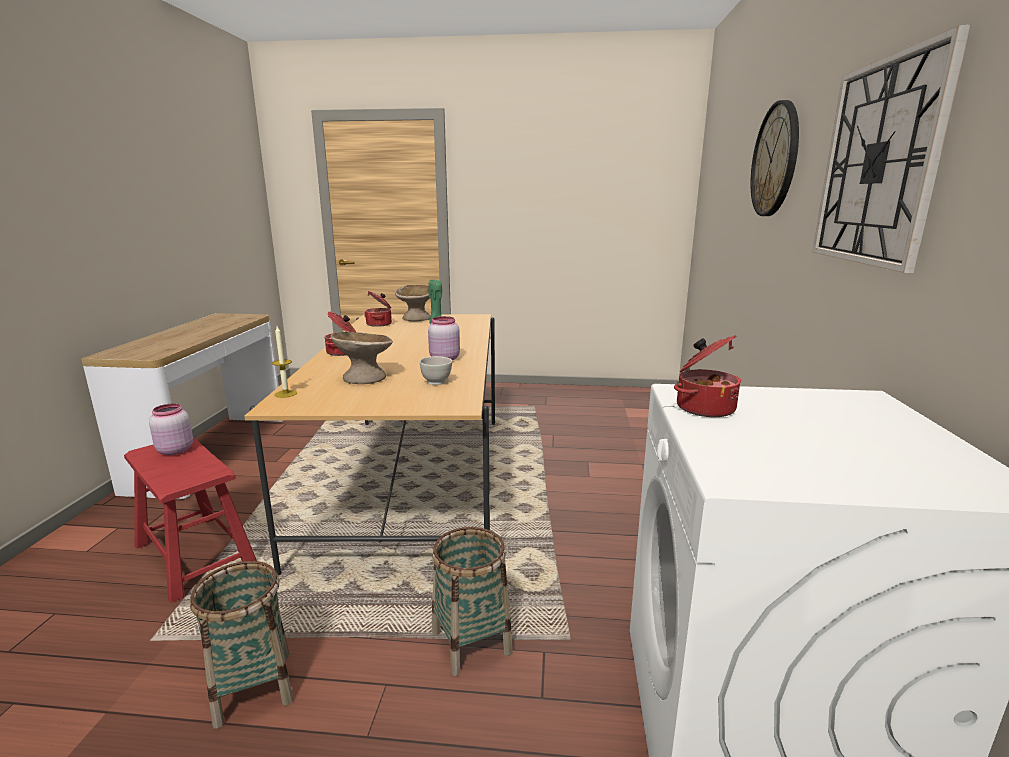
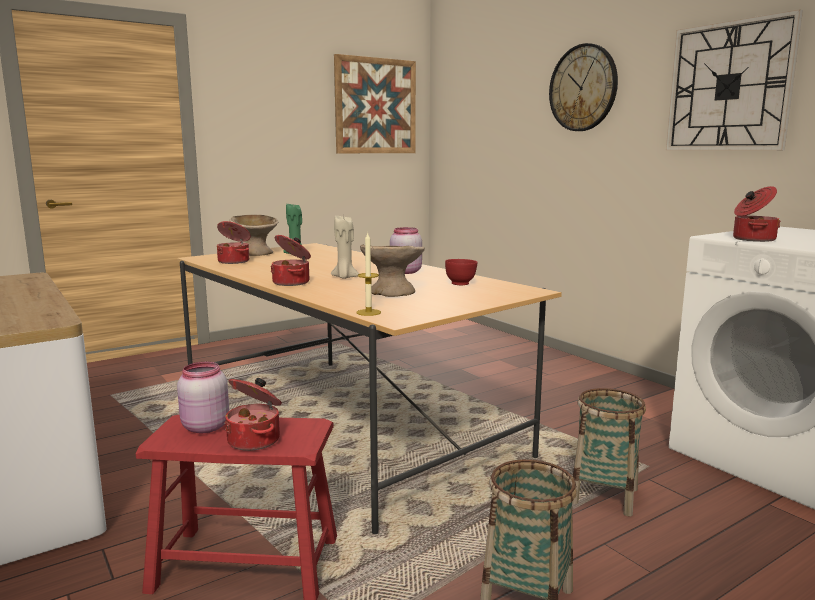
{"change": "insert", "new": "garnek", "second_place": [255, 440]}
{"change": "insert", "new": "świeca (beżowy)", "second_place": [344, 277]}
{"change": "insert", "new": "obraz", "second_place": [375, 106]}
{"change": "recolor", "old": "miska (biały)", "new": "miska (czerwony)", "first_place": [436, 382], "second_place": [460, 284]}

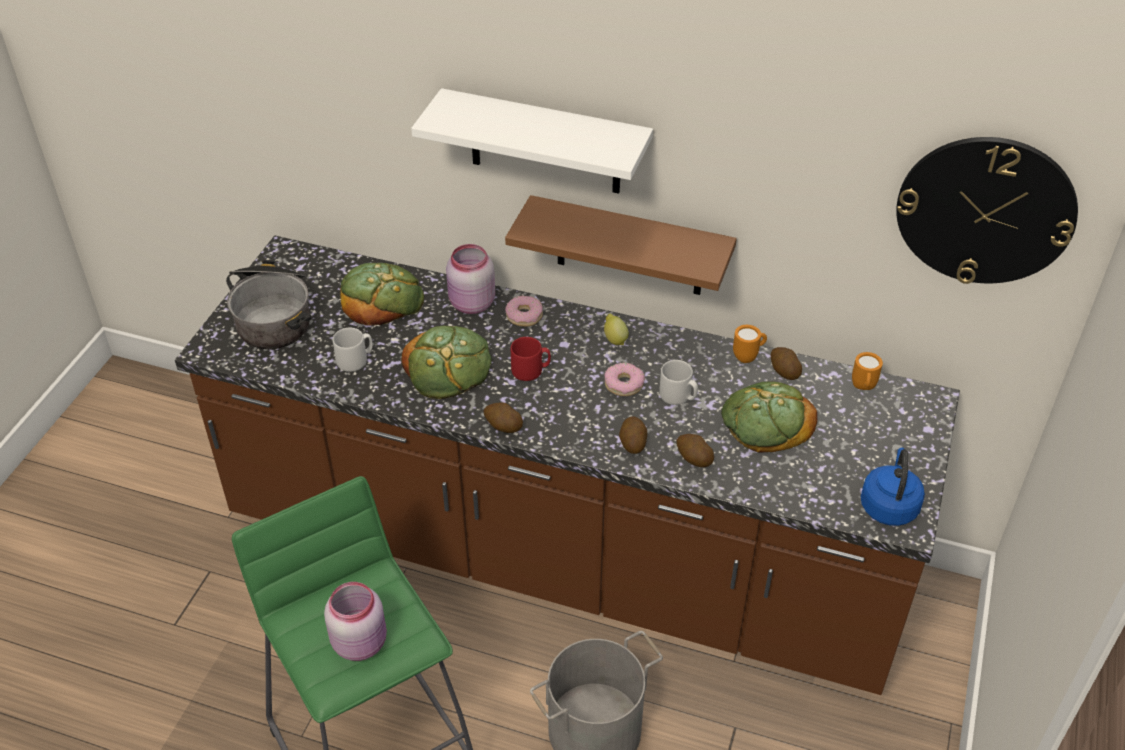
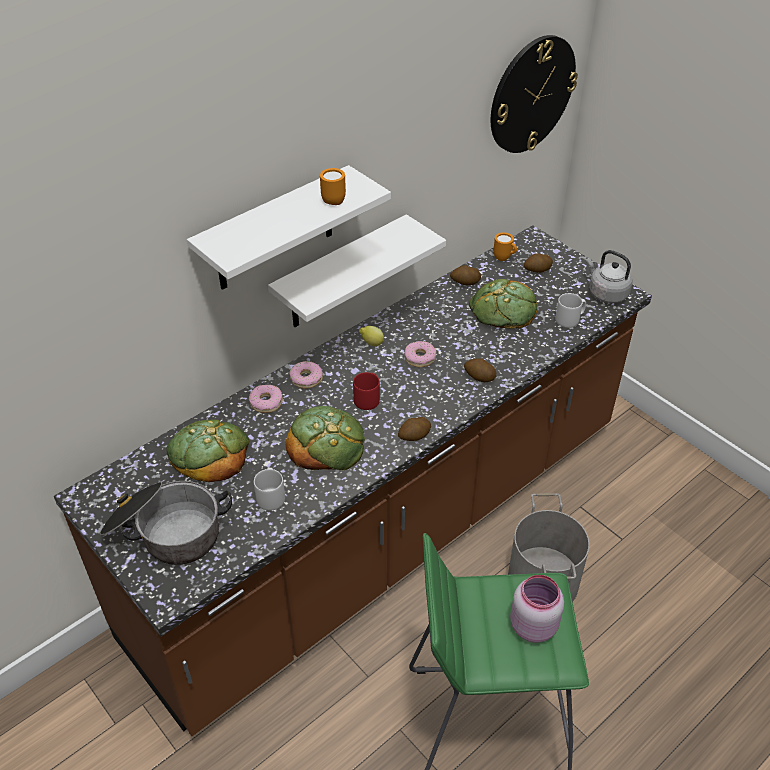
{"change": "move", "old": "kubek (szary)", "first_place": [678, 396], "second_place": [569, 319]}
{"change": "move", "old": "ziemniak", "first_place": [693, 458], "second_place": [537, 270]}
{"change": "move", "old": "kubek (pomarańczowy)", "first_place": [748, 356], "second_place": [334, 200]}
{"change": "replace", "old": "słoik (różowy)", "new": "donut", "first_place": [471, 304], "second_place": [266, 402]}
{"change": "recolor", "old": "półka (brązowy)", "new": "półka (biały)", "first_place": [630, 247], "second_place": [341, 274]}
{"change": "recolor", "old": "czajnik (niebieski)", "new": "czajnik (szary)", "first_place": [889, 505], "second_place": [606, 293]}

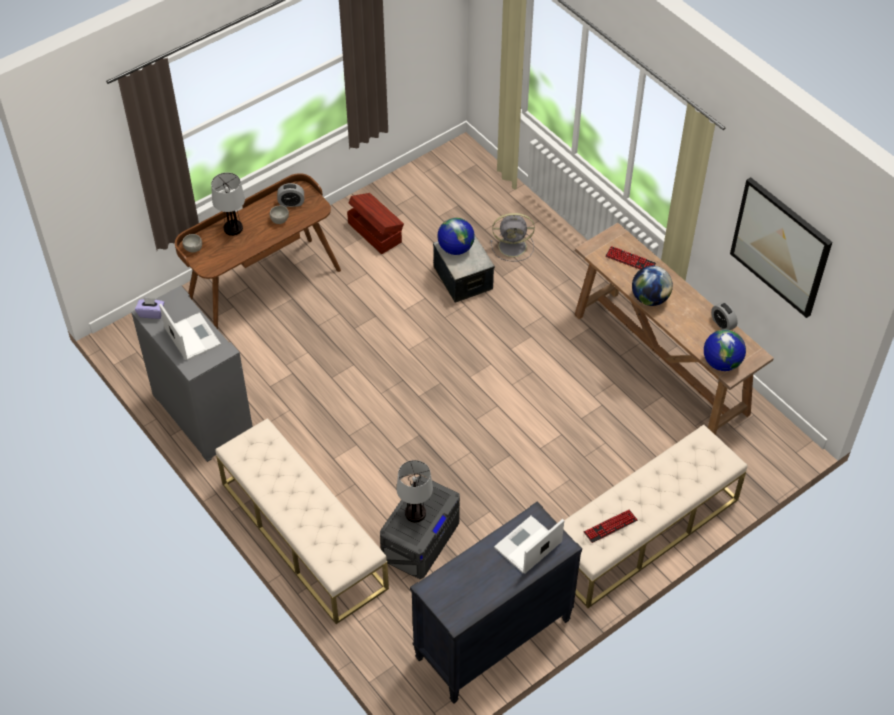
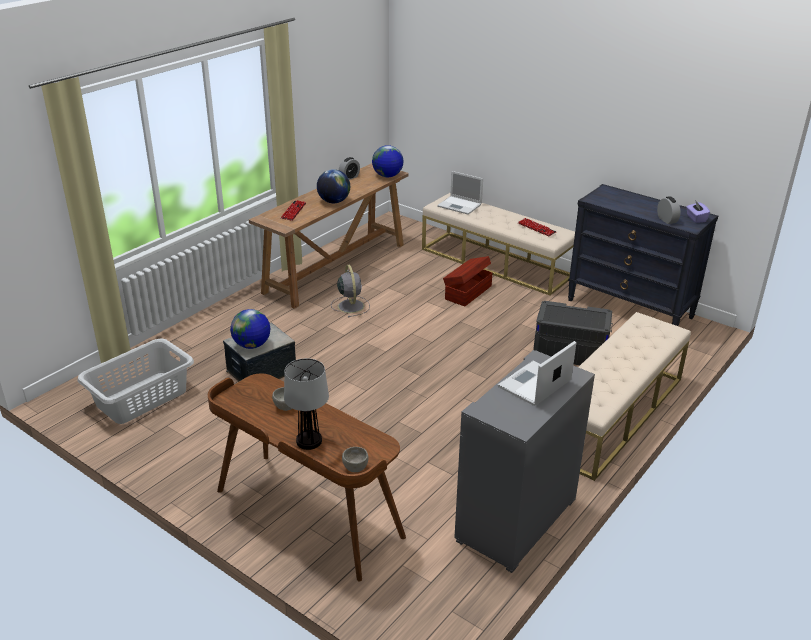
{"change": "delete", "old": "lampa stołowa", "first_place": [415, 514]}
{"change": "delete", "old": "obraz", "first_place": [780, 246]}
{"change": "insert", "new": "kosz na pranie (szary)", "second_place": [141, 398]}
{"change": "move", "old": "pudełko chusteczek (fioletowy)", "first_place": [151, 313], "second_place": [696, 218]}
{"change": "move", "old": "budzik", "first_place": [291, 203], "second_place": [666, 220]}
{"change": "move", "old": "pojemnik do przechowywania (brązowy)", "first_place": [375, 232], "second_place": [467, 292]}
{"change": "move", "old": "wentylator (szary)", "first_place": [513, 246], "second_place": [350, 305]}
{"change": "move", "old": "laptop", "first_place": [527, 546], "second_place": [460, 205]}

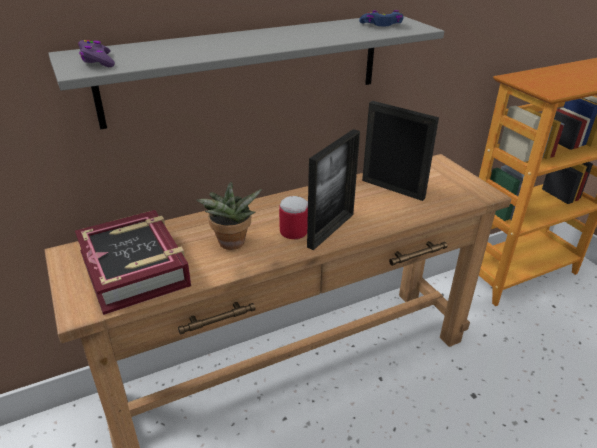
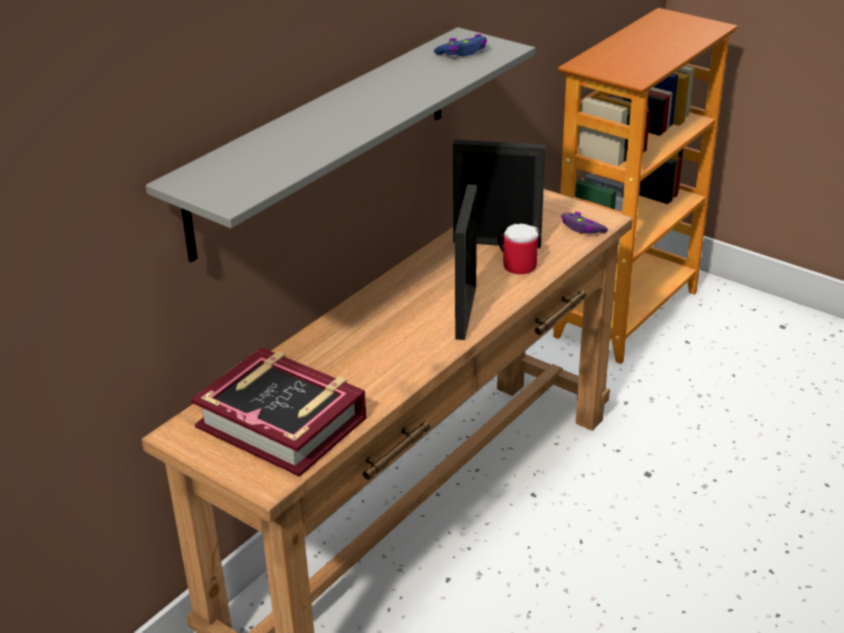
{"change": "delete", "old": "roślina doniczkowa", "first_place": [231, 245]}
{"change": "move", "old": "pad do gier (fioletowy)", "first_place": [97, 61], "second_place": [582, 229]}
{"change": "move", "old": "kubek", "first_place": [293, 229], "second_place": [516, 264]}

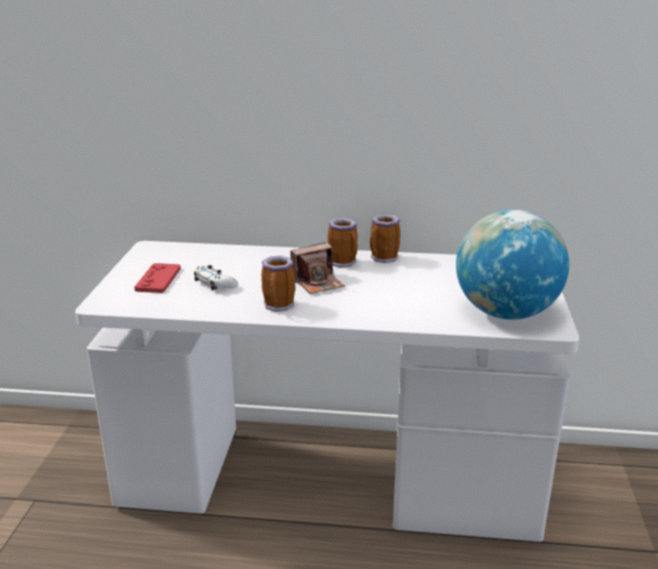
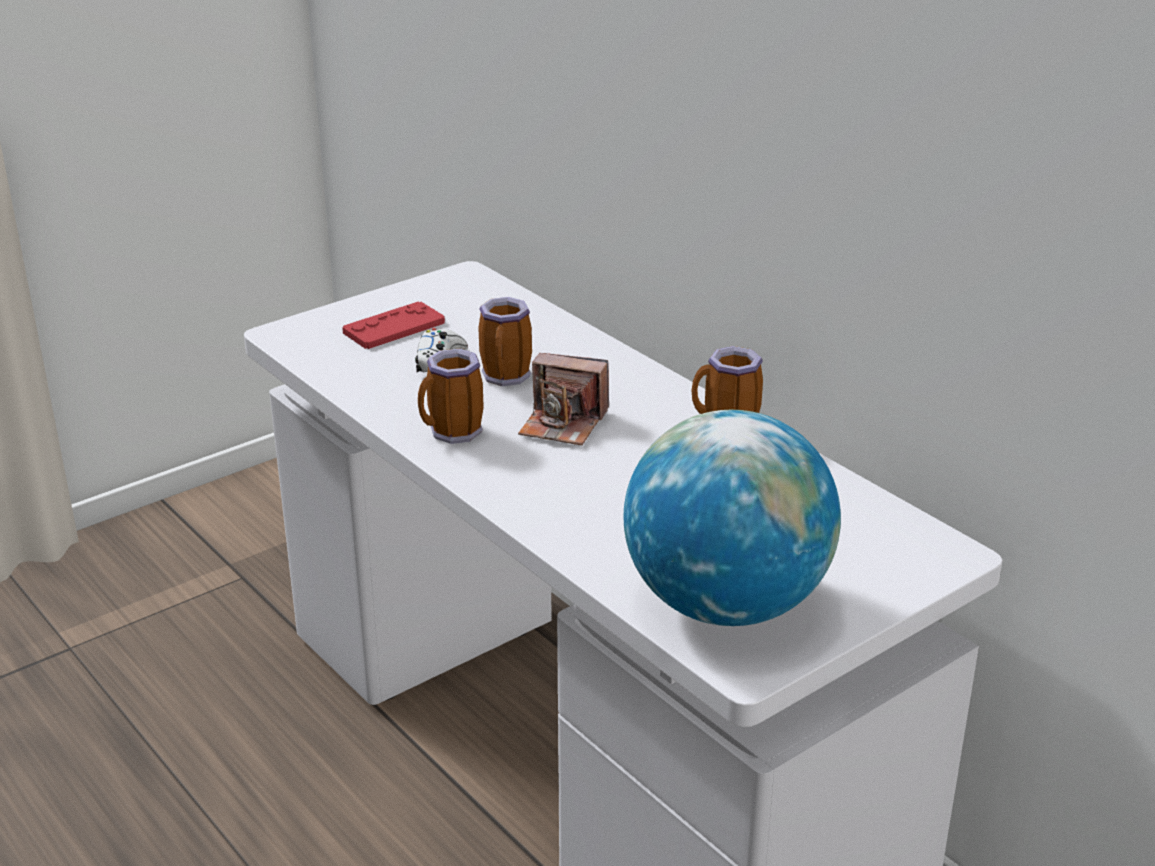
{"change": "move", "old": "kubek", "first_place": [345, 263], "second_place": [507, 378]}

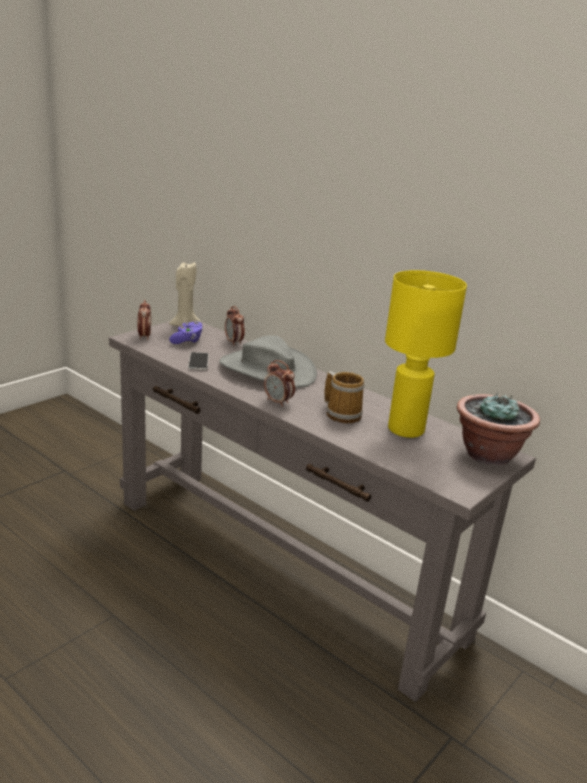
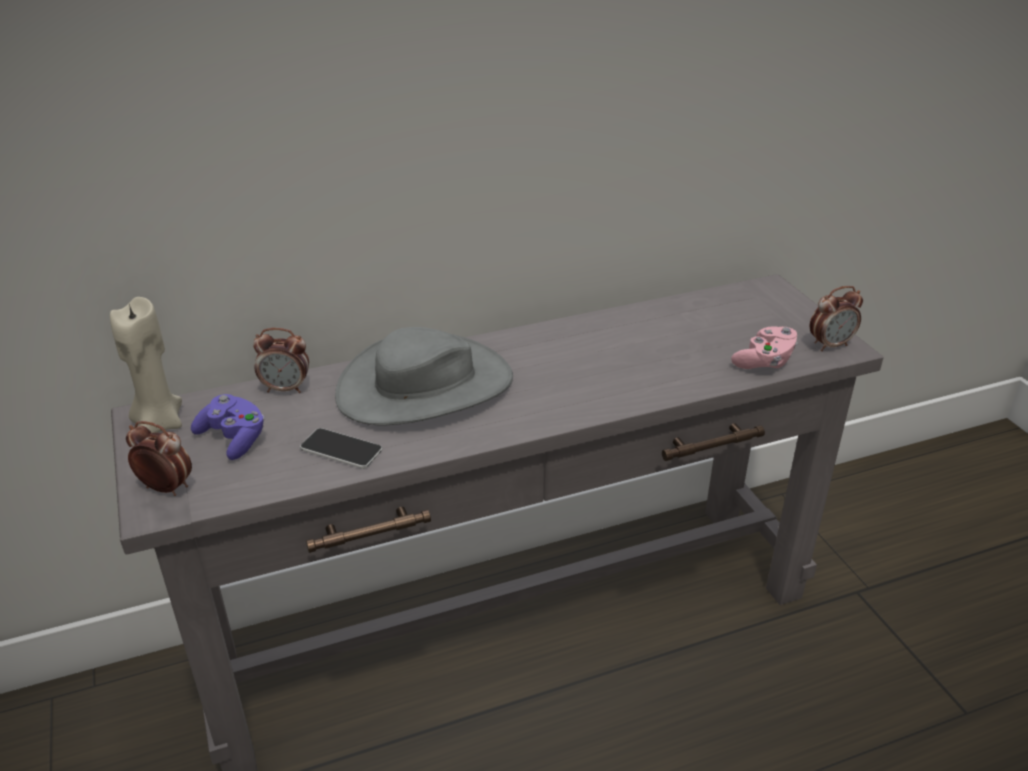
{"change": "delete", "old": "kubek", "first_place": [342, 413]}
{"change": "delete", "old": "lampa stołowa (żółty)", "first_place": [405, 429]}
{"change": "delete", "old": "roślina doniczkowa", "first_place": [488, 454]}
{"change": "insert", "new": "pad do gier (różowy)", "second_place": [764, 361]}
{"change": "move", "old": "budzik", "first_place": [278, 402], "second_place": [830, 345]}

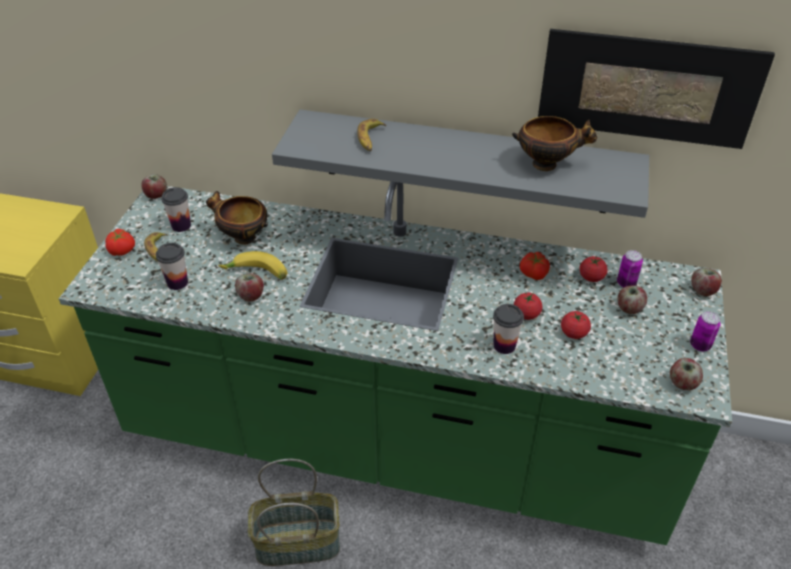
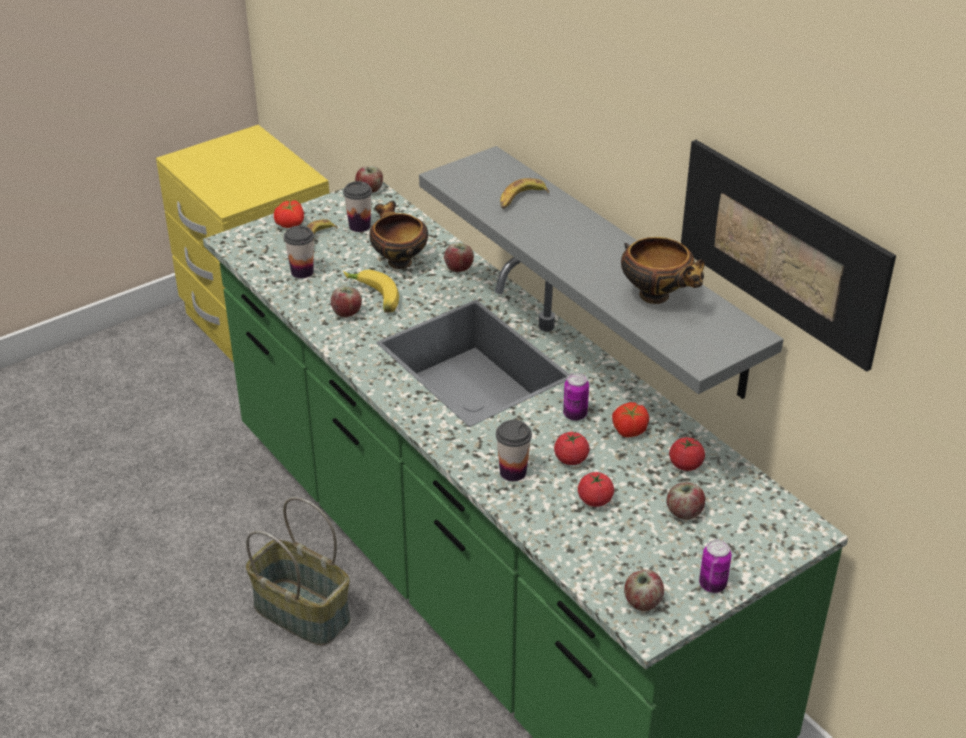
{"change": "move", "old": "puszka", "first_place": [626, 283], "second_place": [575, 414]}
{"change": "move", "old": "jabłko", "first_place": [703, 290], "second_place": [459, 268]}

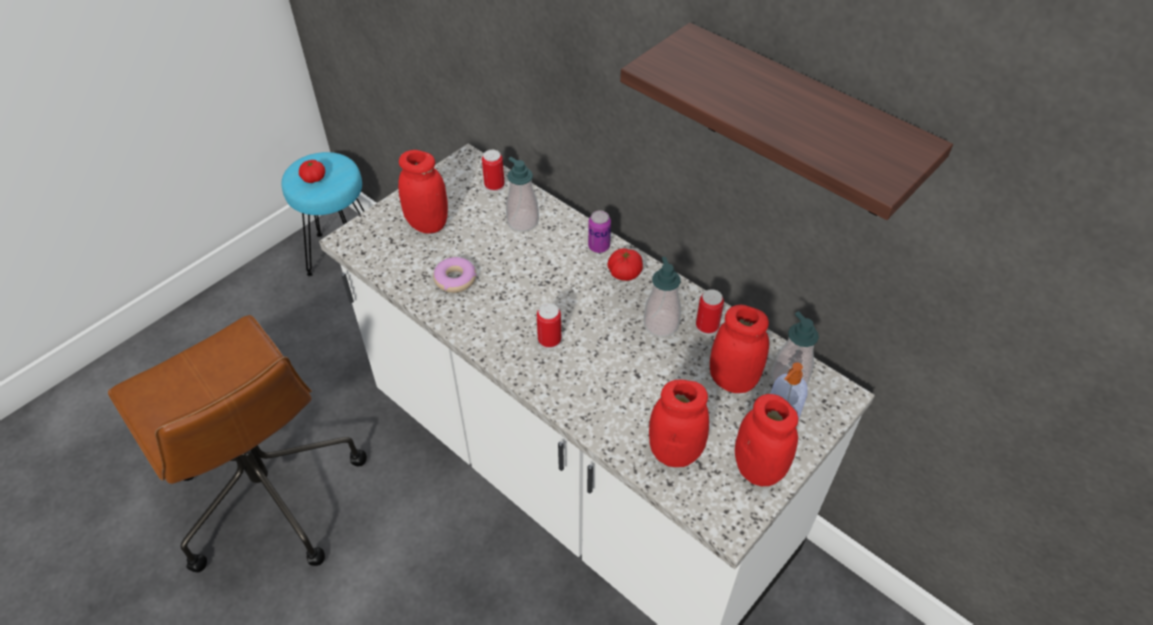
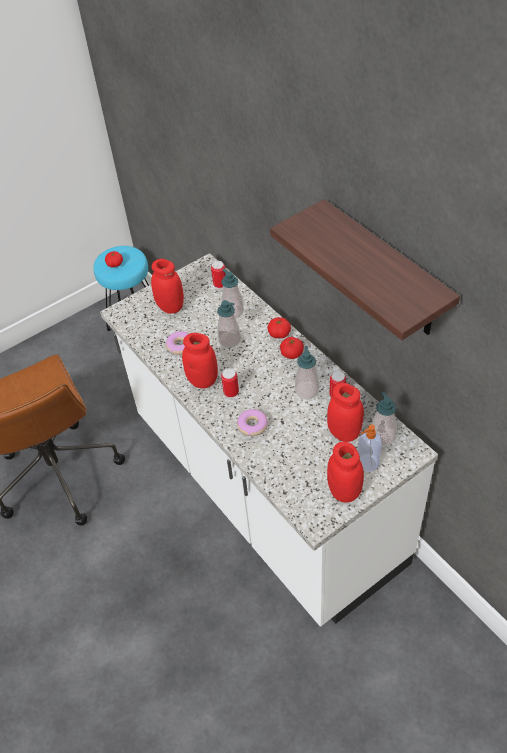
{"change": "insert", "new": "dozownik mydła", "second_place": [229, 340]}
{"change": "insert", "new": "donut", "second_place": [252, 425]}
{"change": "move", "old": "słoik (czerwony)", "first_place": [674, 452], "second_place": [203, 380]}
{"change": "replace", "old": "puszka", "new": "pomidor", "first_place": [599, 246], "second_place": [279, 333]}

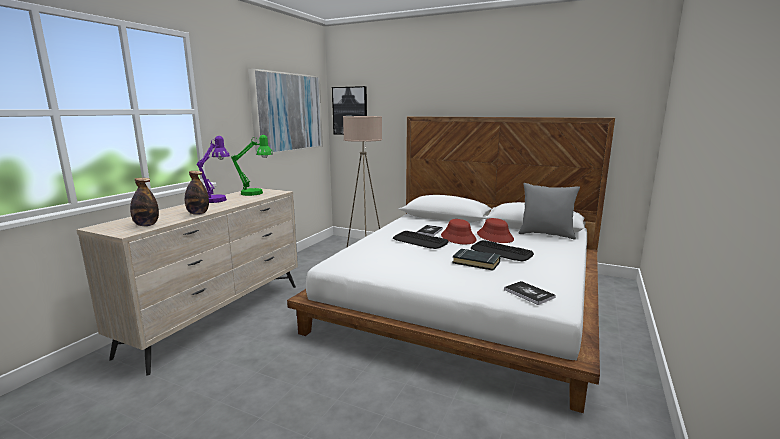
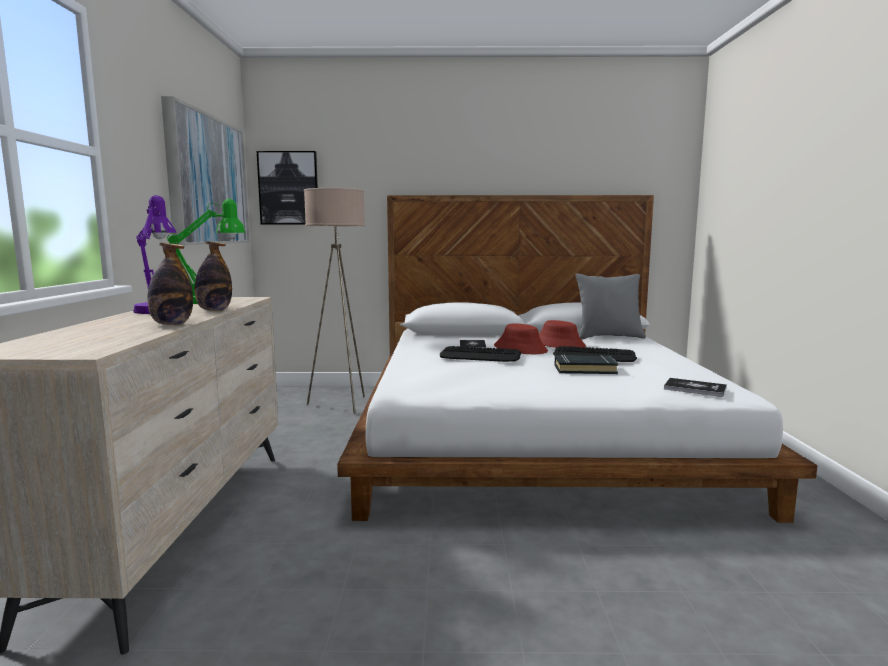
{"change": "move", "old": "butelka", "first_place": [146, 225], "second_place": [214, 310]}

